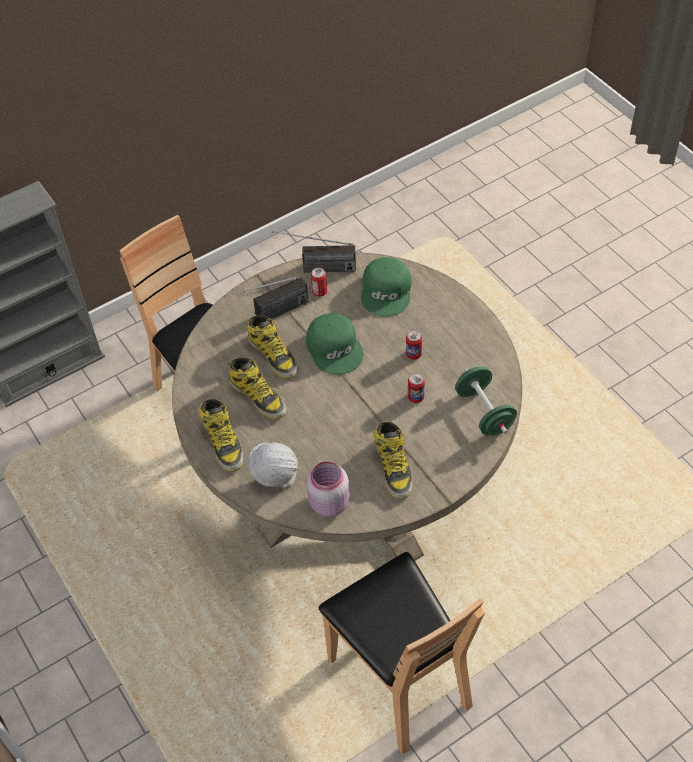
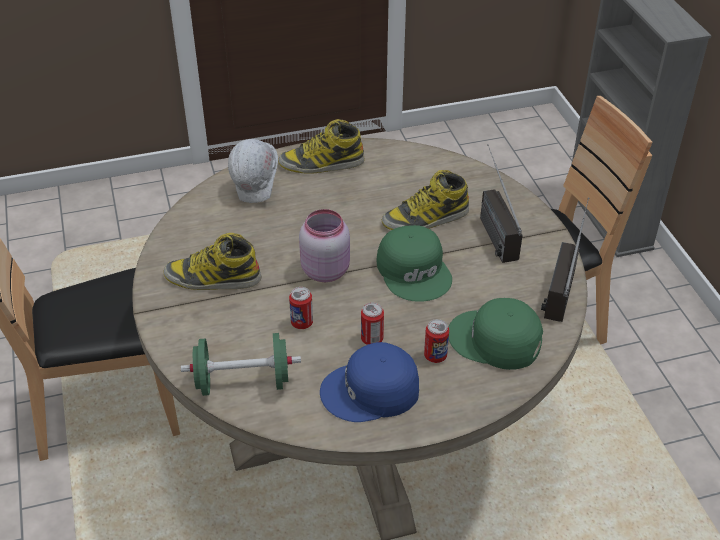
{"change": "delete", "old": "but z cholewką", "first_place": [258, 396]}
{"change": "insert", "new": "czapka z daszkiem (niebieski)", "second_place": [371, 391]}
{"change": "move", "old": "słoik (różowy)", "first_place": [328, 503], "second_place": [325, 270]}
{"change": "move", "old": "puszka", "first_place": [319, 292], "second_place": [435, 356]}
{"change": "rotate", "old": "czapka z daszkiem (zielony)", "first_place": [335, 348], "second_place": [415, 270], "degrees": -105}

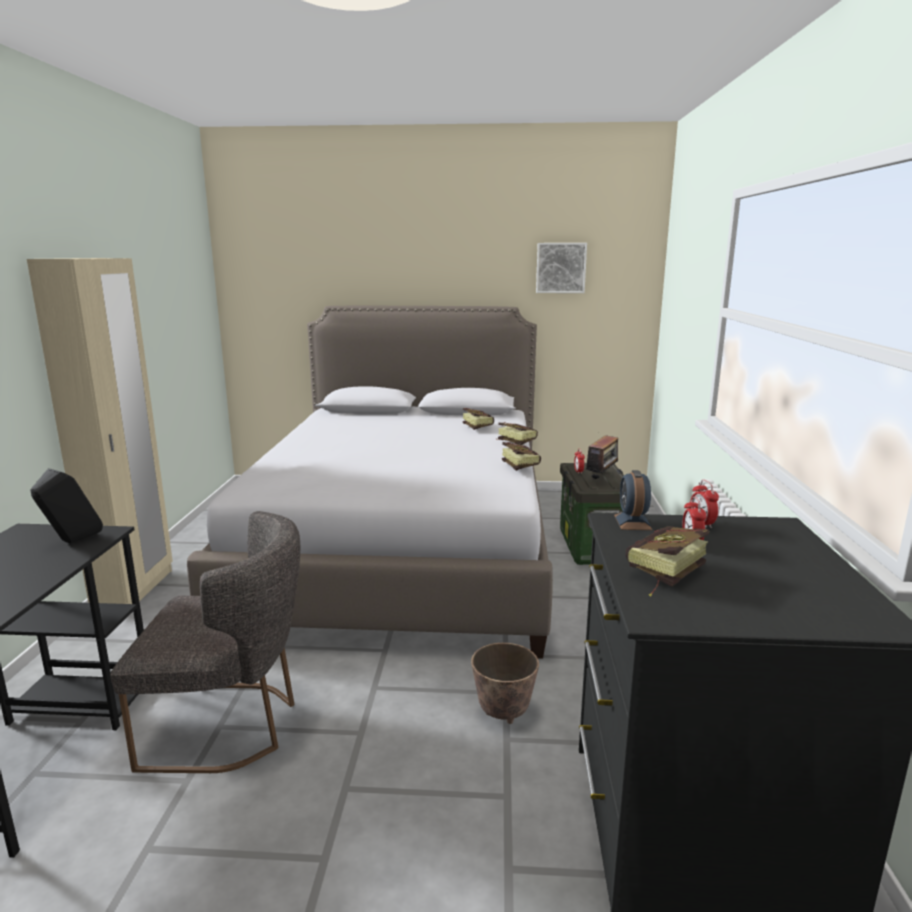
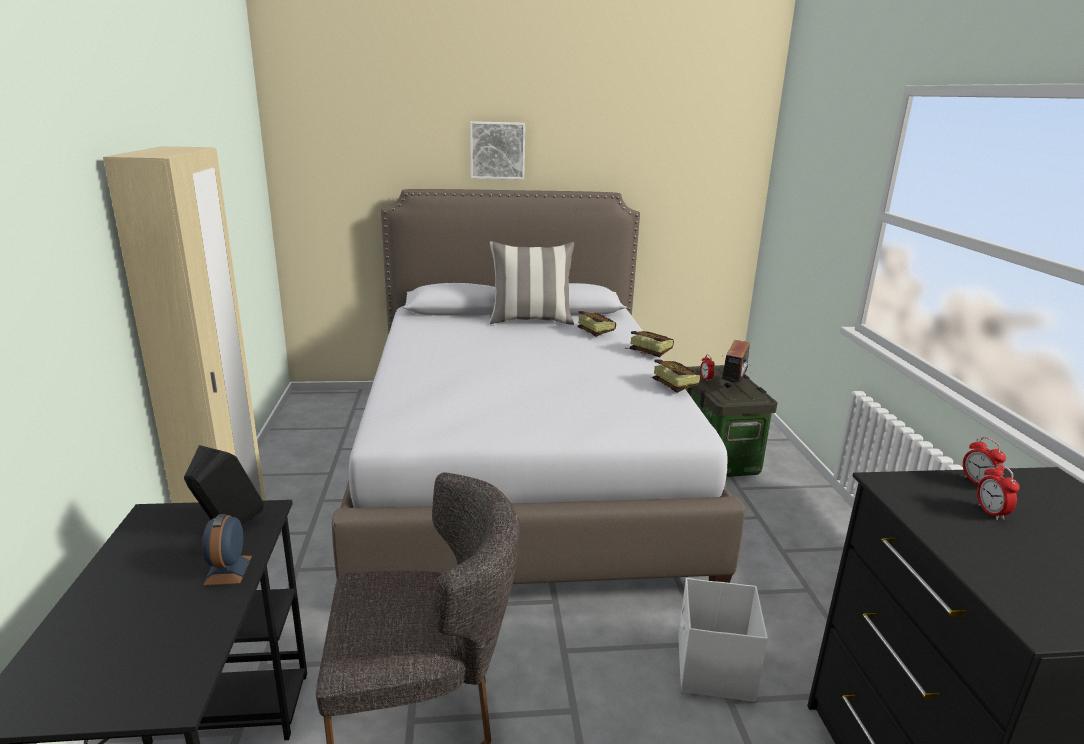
{"change": "delete", "old": "książka", "first_place": [661, 576]}
{"change": "insert", "new": "poduszka", "second_place": [531, 320]}
{"change": "move", "old": "obraz", "first_place": [560, 268], "second_place": [497, 150]}
{"change": "move", "old": "budzik", "first_place": [632, 522], "second_place": [228, 570]}
{"change": "replace", "old": "donica", "new": "pojemnik do przechowywania (biały)", "first_place": [504, 713], "second_place": [714, 669]}

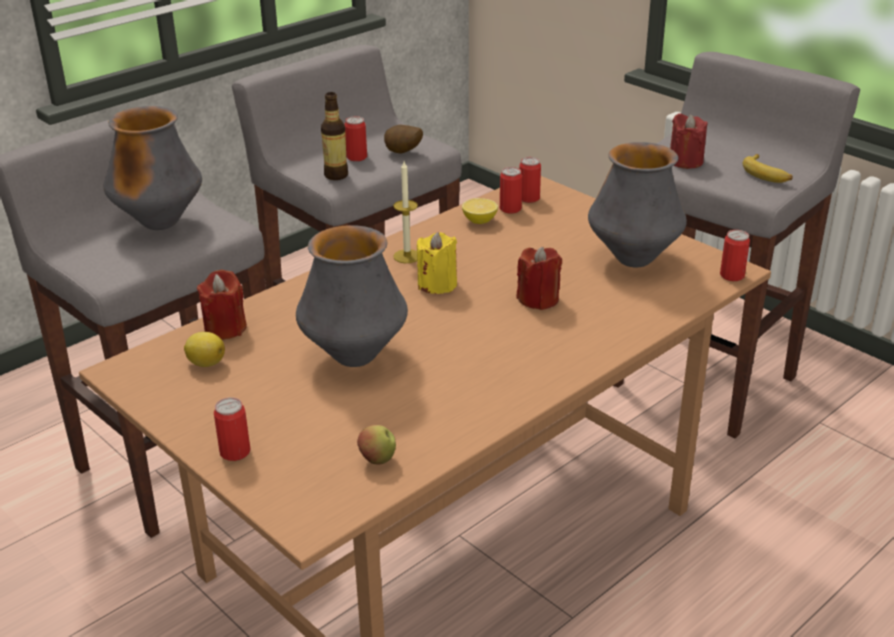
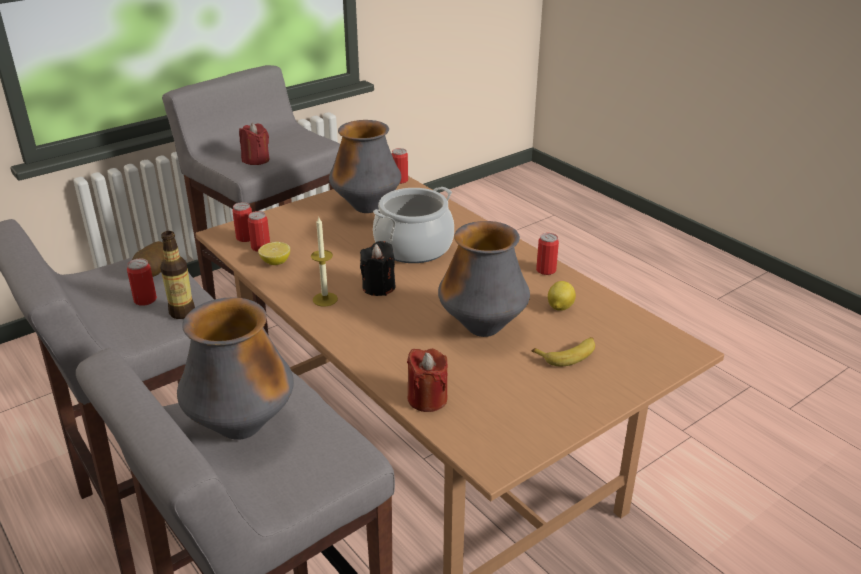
{"change": "delete", "old": "jabłko", "first_place": [377, 460]}
{"change": "move", "old": "cytryna", "first_place": [205, 363], "second_place": [559, 307]}
{"change": "move", "old": "puszka", "first_place": [235, 452], "second_place": [546, 270]}
{"change": "move", "old": "banan", "first_place": [767, 174], "second_place": [568, 355]}
{"change": "replace", "old": "świeca (czerwony)", "new": "garnek", "first_place": [538, 299], "second_place": [413, 247]}
{"change": "recolor", "old": "świeca (żółty)", "new": "świeca (czarny)", "first_place": [437, 284], "second_place": [378, 287]}

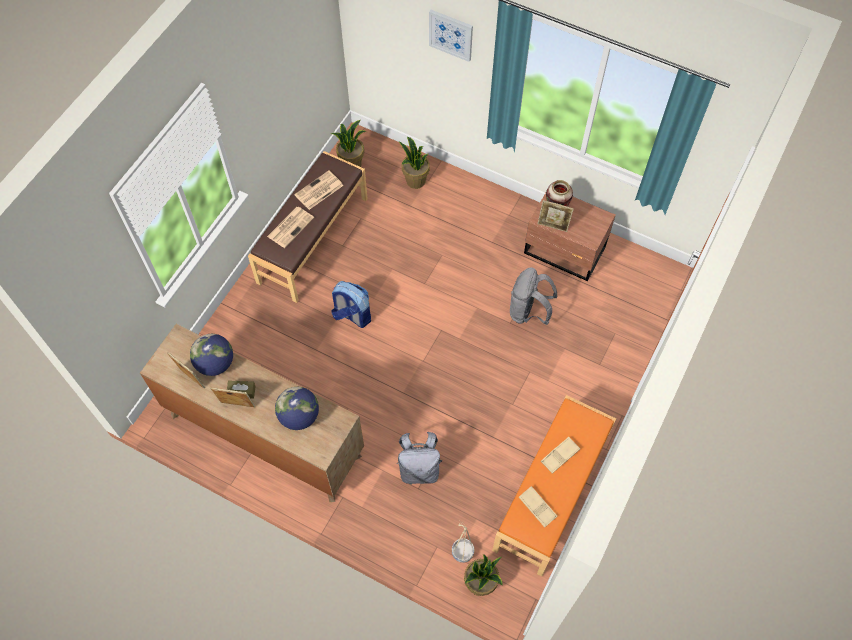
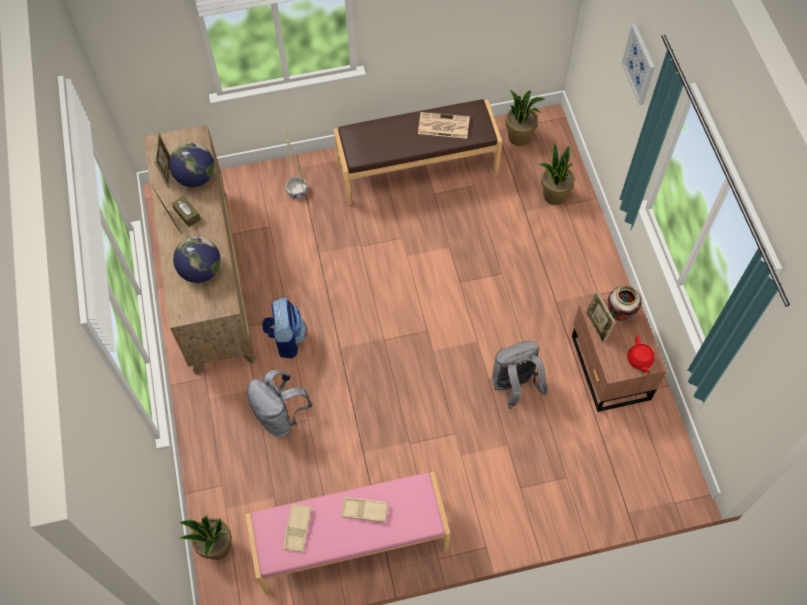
{"change": "delete", "old": "gazeta", "first_place": [291, 226]}
{"change": "insert", "new": "imbryk (czerwony)", "second_place": [639, 360]}
{"change": "move", "old": "plecak", "first_place": [352, 315], "second_place": [286, 338]}
{"change": "move", "old": "donica (beżowy)", "first_place": [462, 552], "second_place": [297, 191]}
{"change": "recolor", "old": "ławka (pomarańczowy)", "new": "ławka (różowy)", "first_place": [551, 494], "second_place": [351, 543]}

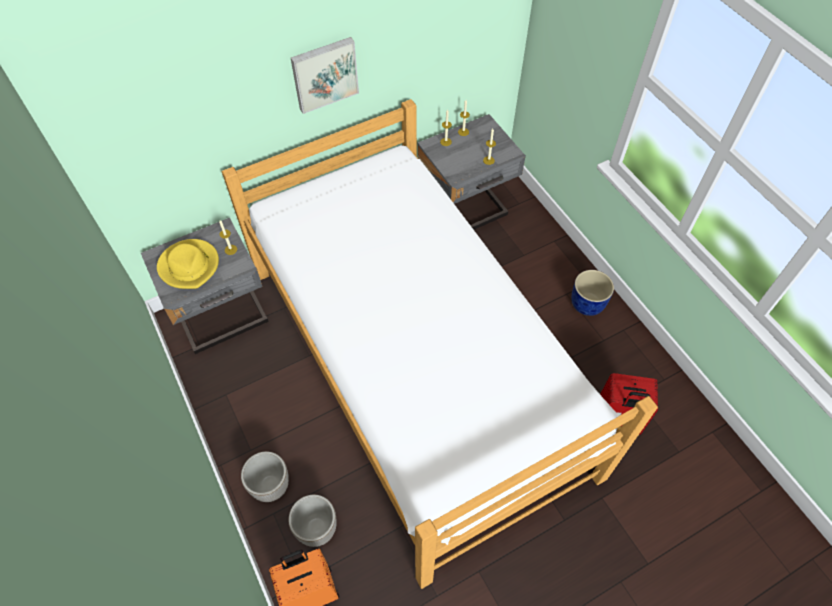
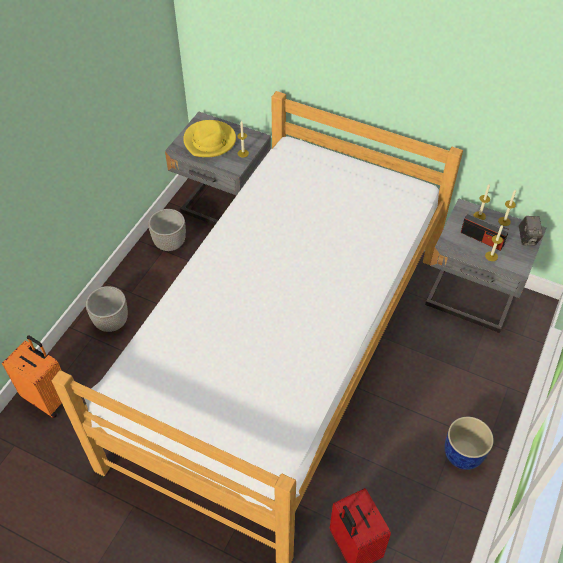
{"change": "delete", "old": "obraz", "first_place": [324, 74]}
{"change": "insert", "new": "radio", "second_place": [482, 239]}
{"change": "insert", "new": "aparat fotograficzny", "second_place": [527, 238]}
{"change": "move", "old": "donica", "first_place": [316, 528], "second_place": [170, 243]}

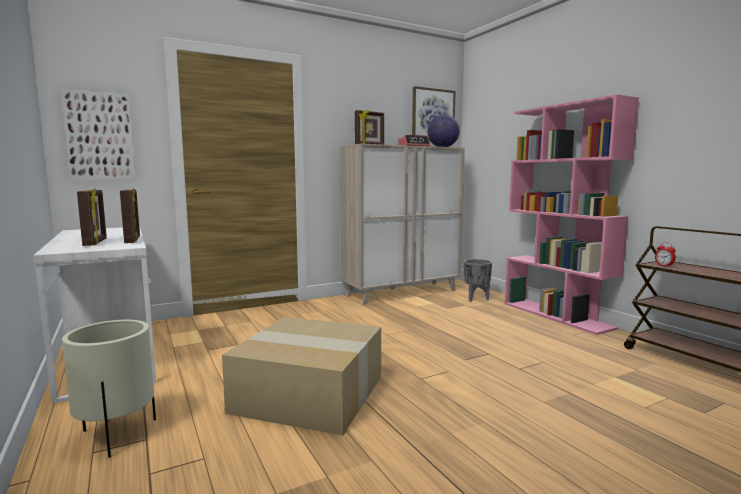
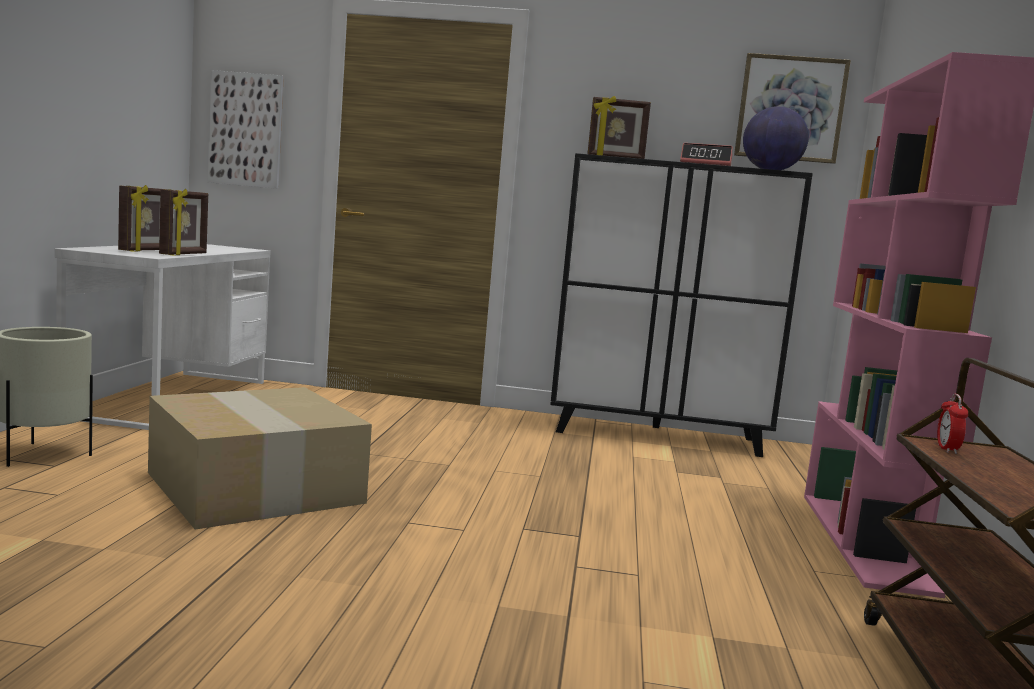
{"change": "delete", "old": "donica (szary)", "first_place": [476, 299]}
{"change": "recolor", "old": "szafka (beżowy)", "new": "szafka (czarny)", "first_place": [402, 293], "second_place": [657, 436]}

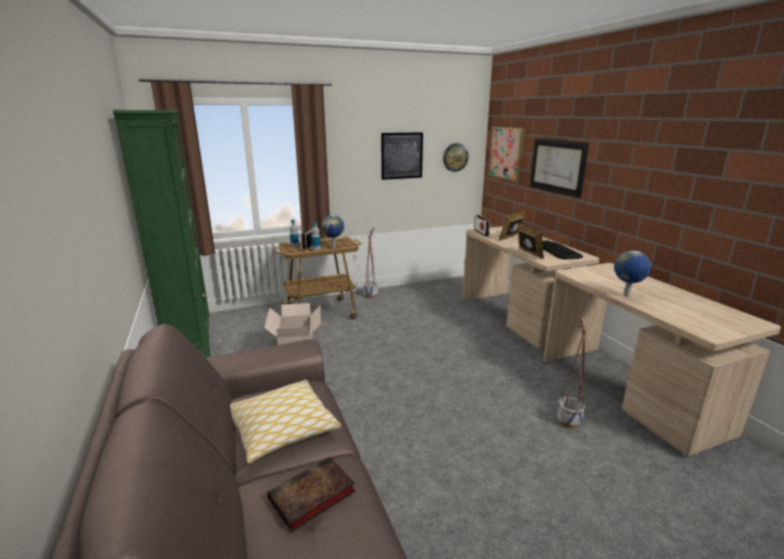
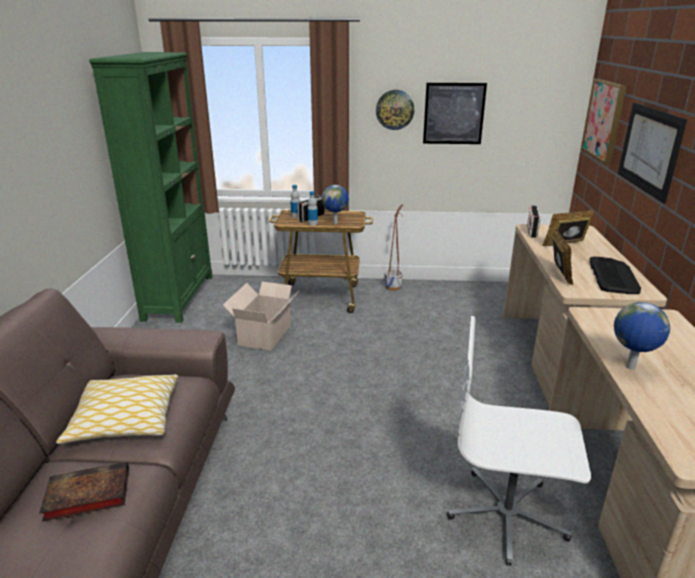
{"change": "move", "old": "zegar ścienny", "first_place": [455, 157], "second_place": [395, 109]}
{"change": "replace", "old": "donica", "new": "krzesło biurowe (biały)", "first_place": [568, 421], "second_place": [507, 515]}

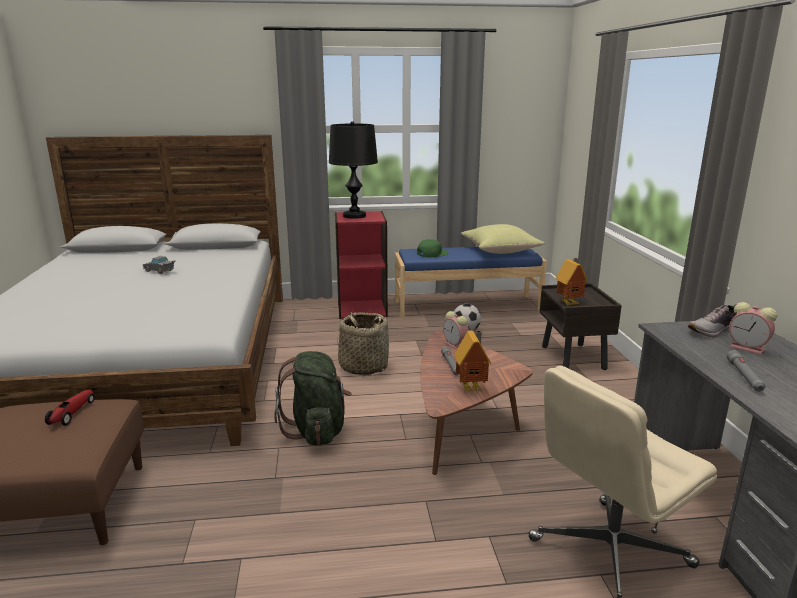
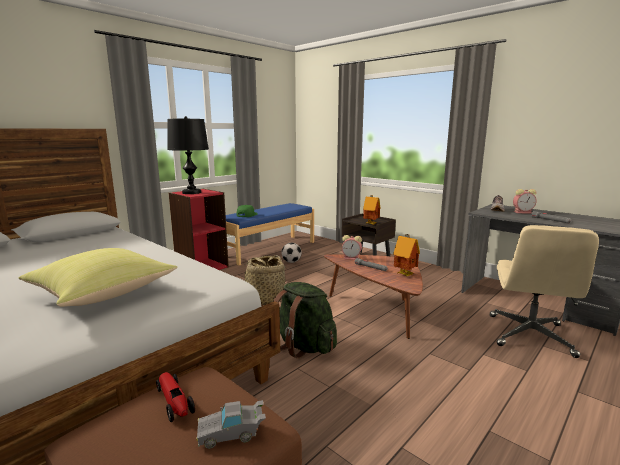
{"change": "move", "old": "samochodzik (szary)", "first_place": [160, 271], "second_place": [232, 433]}
{"change": "move", "old": "poduszka (żółty)", "first_place": [500, 251], "second_place": [104, 293]}

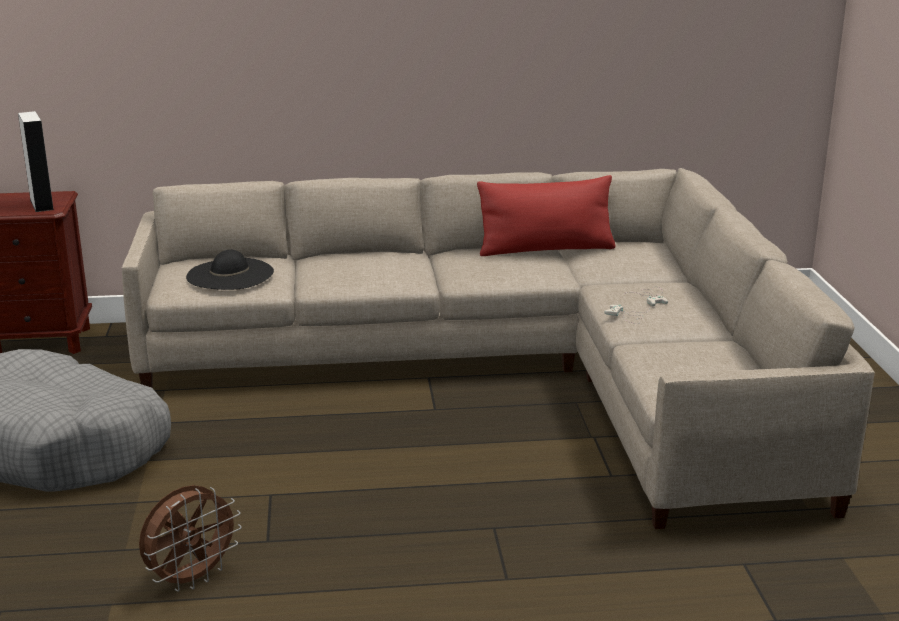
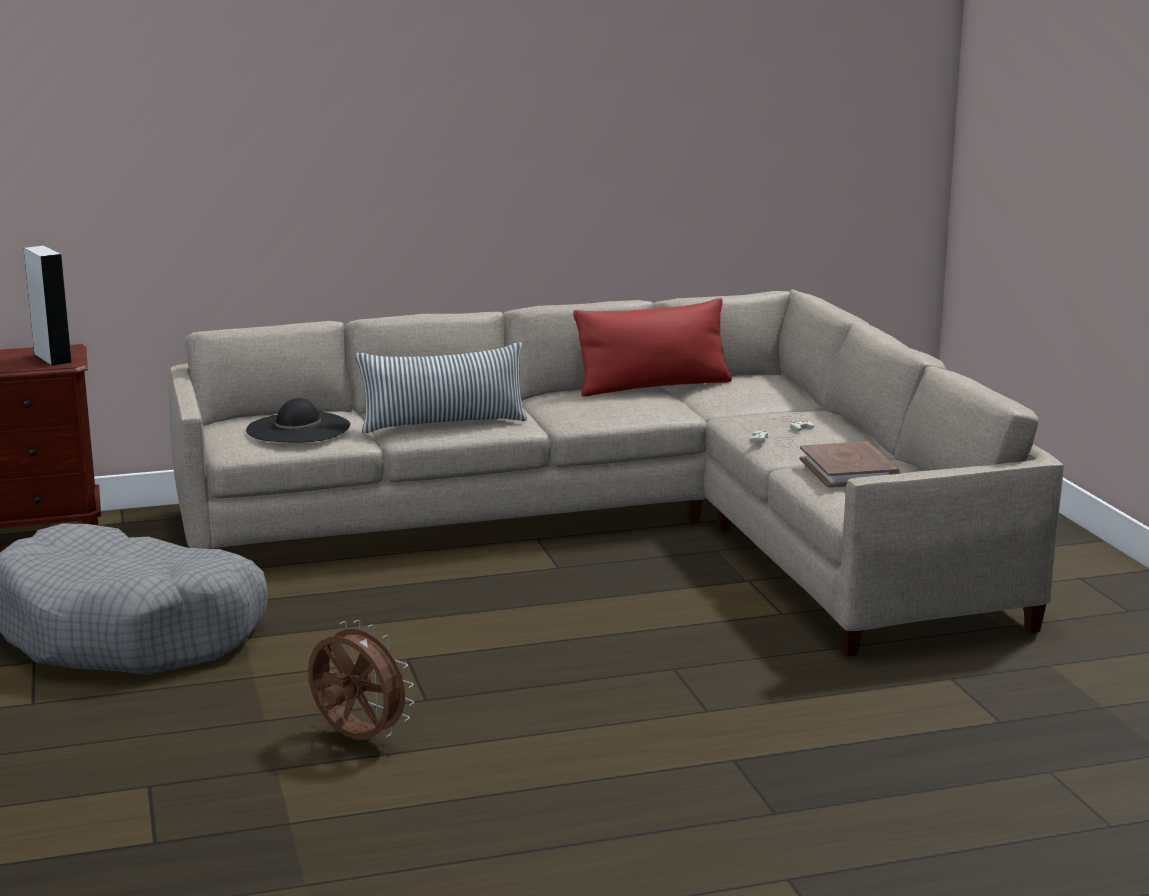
{"change": "insert", "new": "poduszka", "second_place": [443, 423]}
{"change": "insert", "new": "książka (brązowy)", "second_place": [849, 470]}
{"change": "rotate", "old": "wentylator (brązowy)", "first_place": [192, 579], "second_place": [357, 739], "degrees": -90}

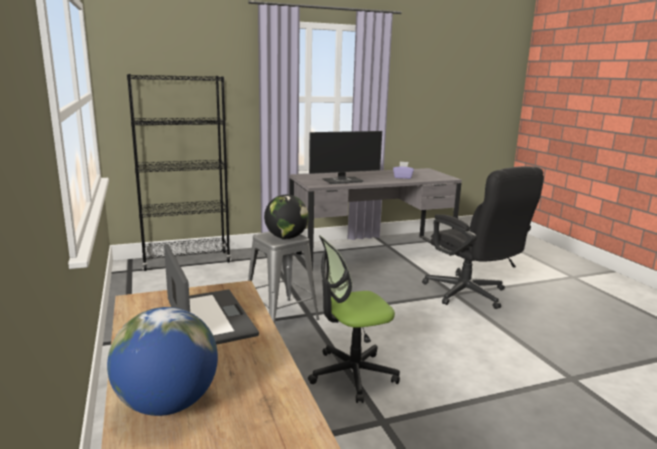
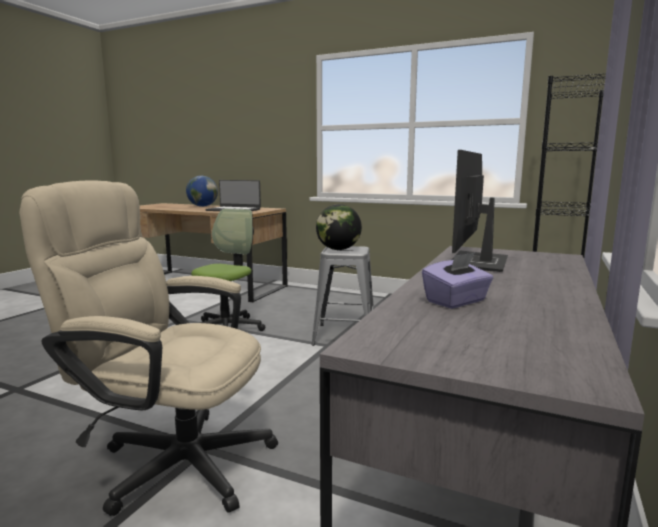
{"change": "recolor", "old": "krzesło biurowe (czarny)", "new": "krzesło biurowe (beżowy)", "first_place": [471, 295], "second_place": [172, 459]}

